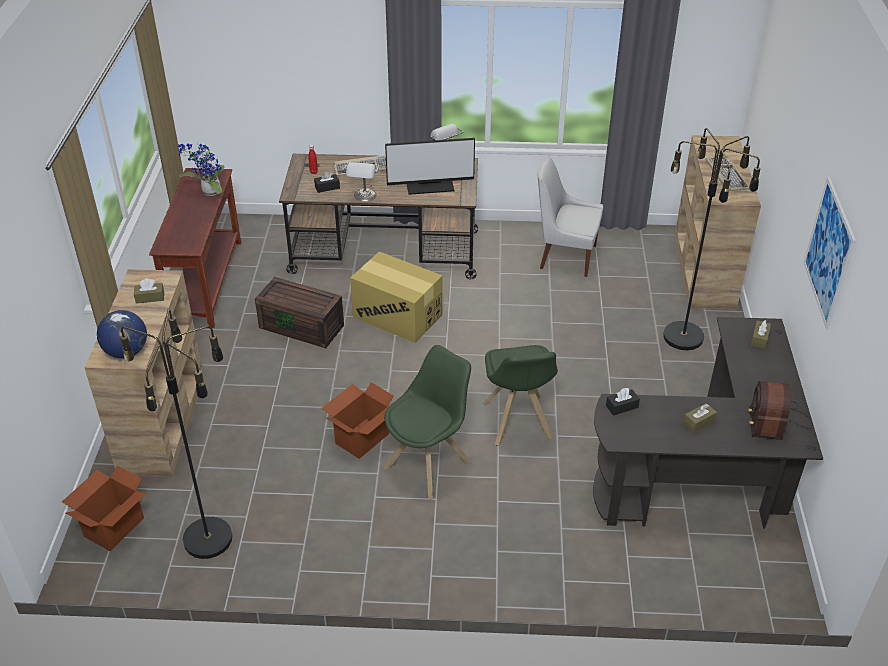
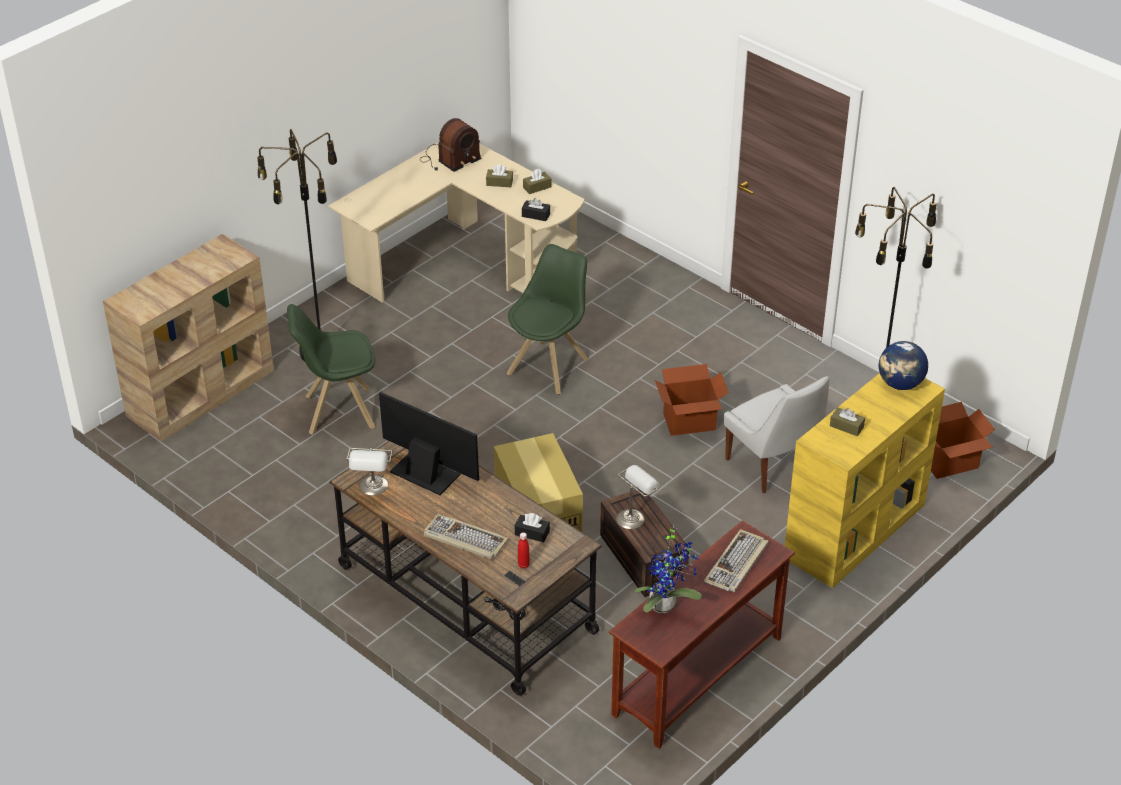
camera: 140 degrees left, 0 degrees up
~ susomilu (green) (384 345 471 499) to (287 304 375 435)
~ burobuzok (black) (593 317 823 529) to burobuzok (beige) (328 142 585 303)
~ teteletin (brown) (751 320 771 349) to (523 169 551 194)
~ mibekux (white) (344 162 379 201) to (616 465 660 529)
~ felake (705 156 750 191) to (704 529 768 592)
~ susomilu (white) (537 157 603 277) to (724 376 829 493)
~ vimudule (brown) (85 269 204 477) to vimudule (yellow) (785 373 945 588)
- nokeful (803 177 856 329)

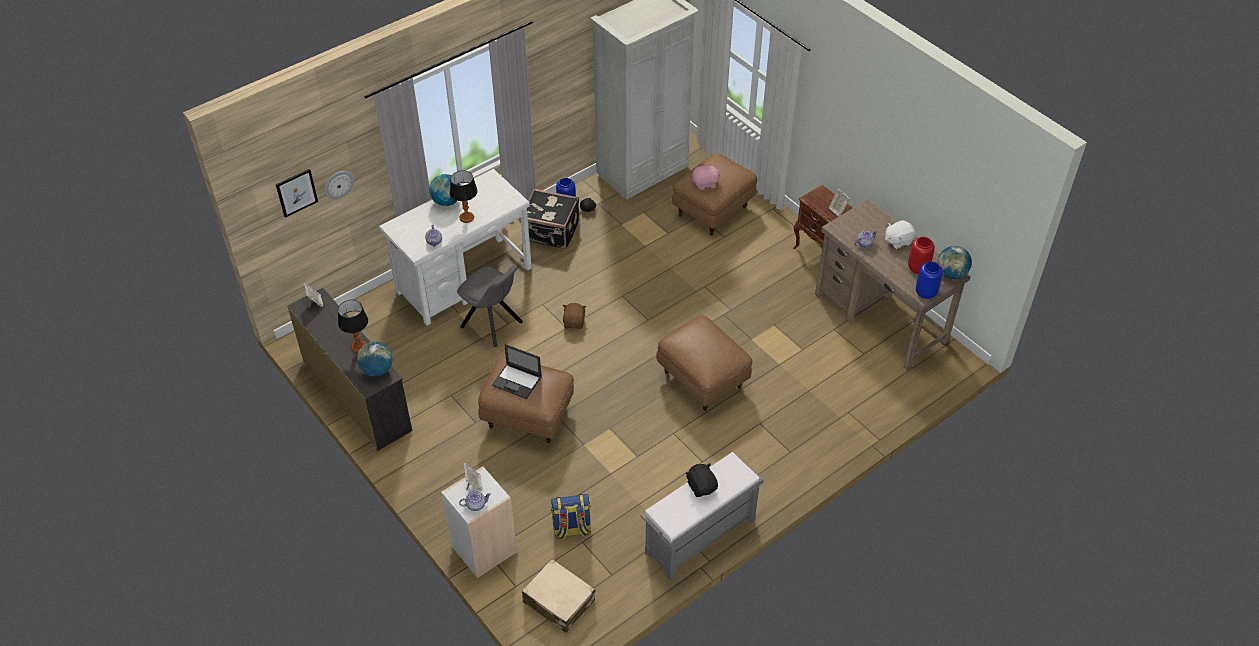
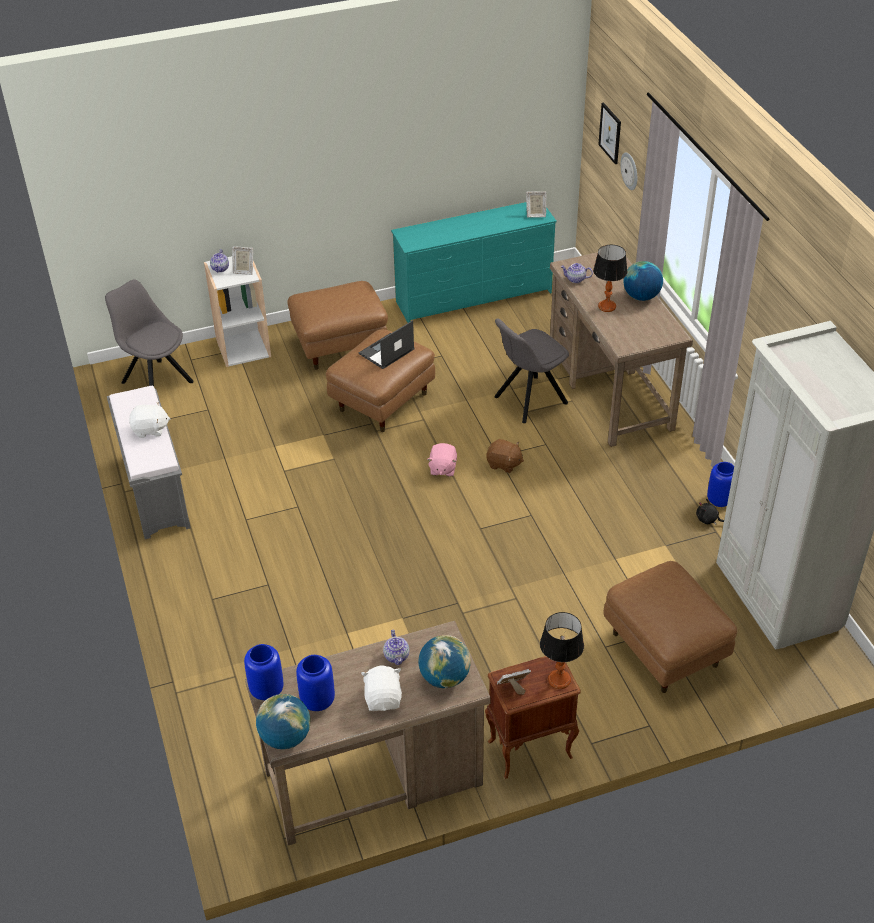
camera: 110 degrees right, 5 degrees down
~ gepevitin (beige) (522 559 595 633) to susomilu (grey) (105 279 193 386)
~ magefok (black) (685 463 718 497) to magefok (white) (129 402 171 438)
~ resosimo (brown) (656 316 752 411) to (287 281 388 370)
~ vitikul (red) (908 237 935 274) to vitikul (blue) (296 655 335 711)
~ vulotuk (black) (287 288 412 451) to vulotuk (turquoise) (391 202 557 323)
~ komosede (357 341 393 377) to (418 635 471 689)
~ magefok (pink) (692 163 721 190) to (427 443 457 477)
~ mibekux (338 300 368 353) to (540 612 584 689)
~ burobuzok (white) (379 169 532 326) to burobuzok (brown) (550 252 693 447)
- gepevitin (black) (519 189 579 249)
- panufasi (551 494 591 540)

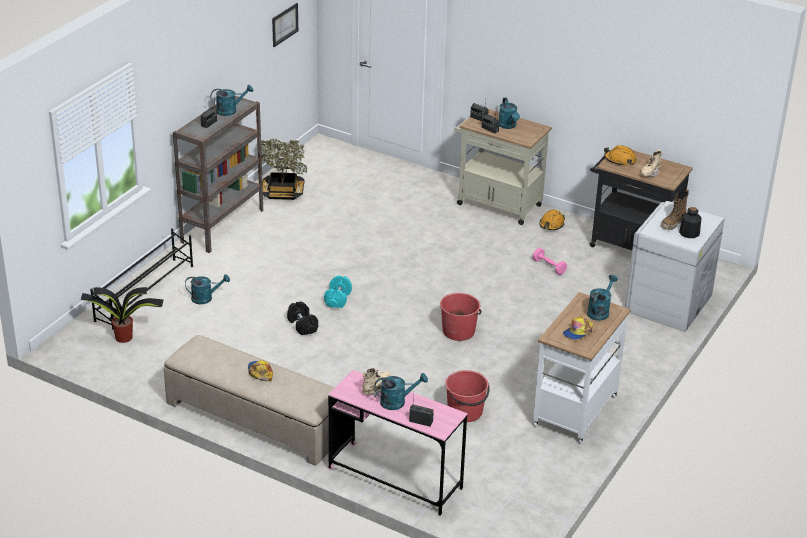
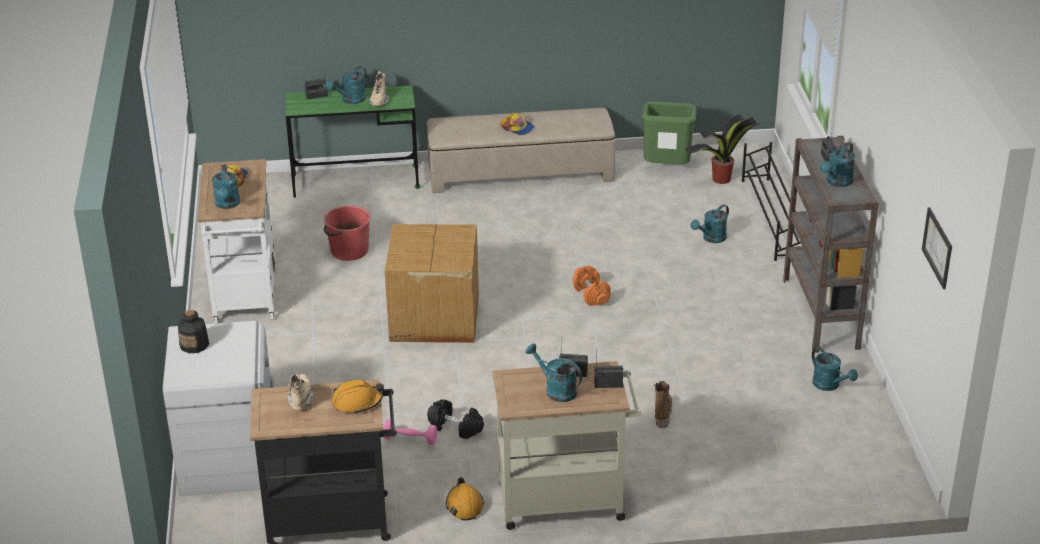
camera: 145 degrees right, 0 degrees up
~ burobuzok (pink) (328 370 467 516) to burobuzok (green) (285 85 421 197)
~ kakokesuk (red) (440 293 482 341) to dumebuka (385 224 479 343)
~ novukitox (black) (287 301 318 335) to (427 399 484 439)
~ novukitox (turquoise) (324 276 352 308) to novukitox (orange) (573 266 611 306)
+ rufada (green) (641 101 697 164)
~ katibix (661 189 689 230) to (654 381 673 428)
~ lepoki (261 139 308 200) to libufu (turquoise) (812 347 858 391)

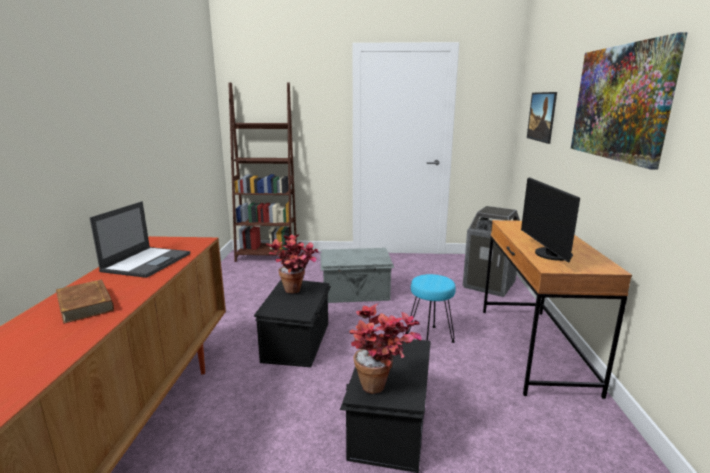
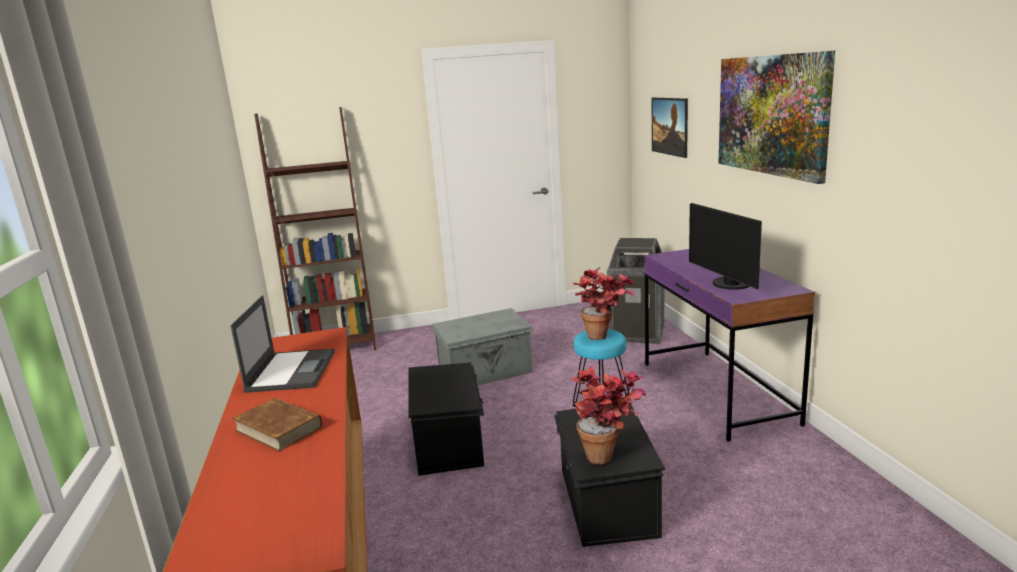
camera: 15 degrees left, 0 degrees up
~ lepoki (265 234 319 294) to (573 267 634 340)
~ burobuzok (brown) (483 220 632 399) to burobuzok (purple) (644 249 815 442)

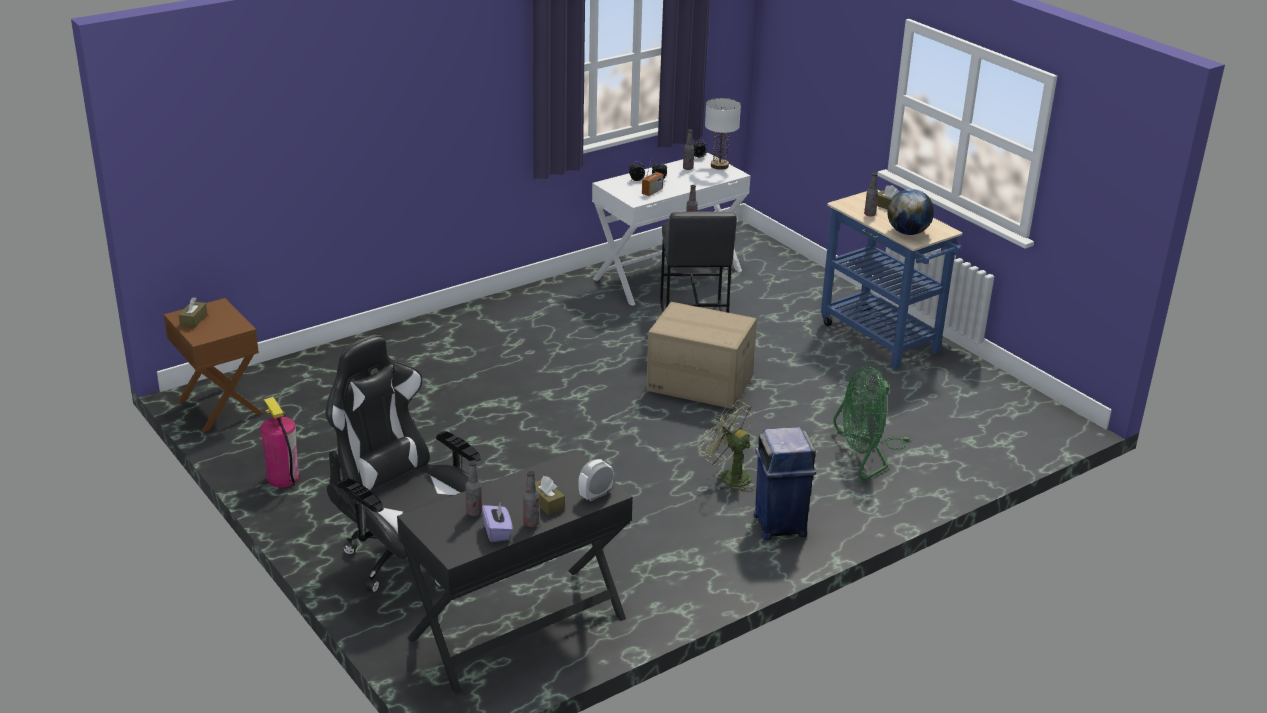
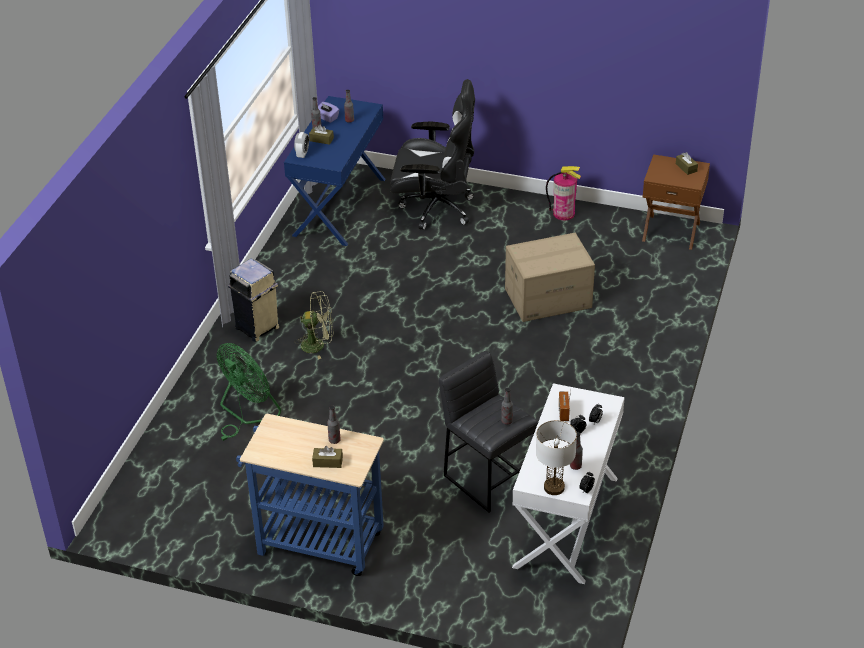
camera: 145 degrees right, 10 degrees up
~ rufada (blue) (753 427 816 540) to rufada (beige) (228 259 279 342)
~ burobuzok (black) (397 450 633 694) to burobuzok (blue) (284 96 386 246)
~ dumebuka (646 302 757 409) to (505 233 595 322)
- komosede (887 189 934 235)

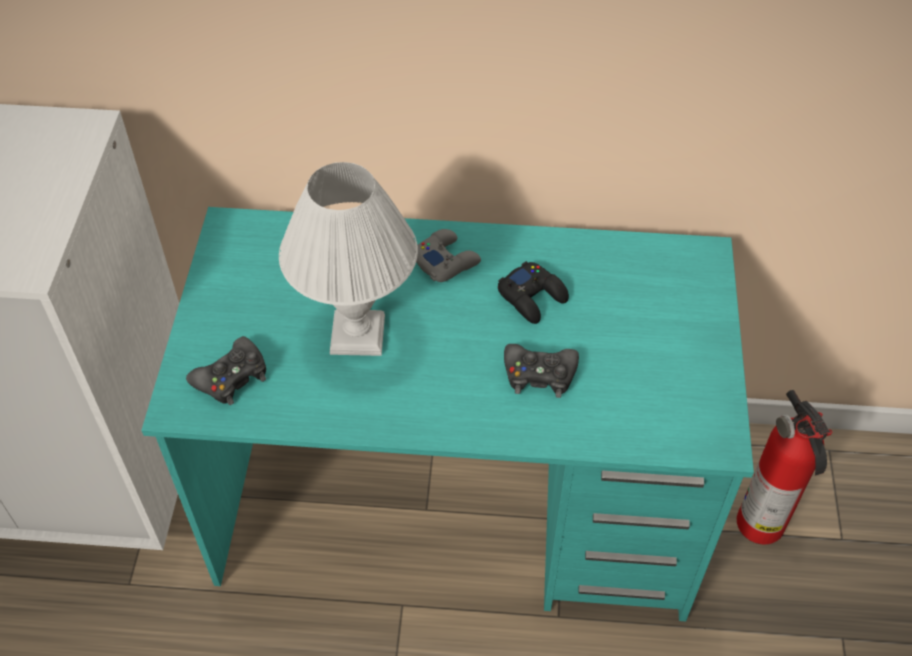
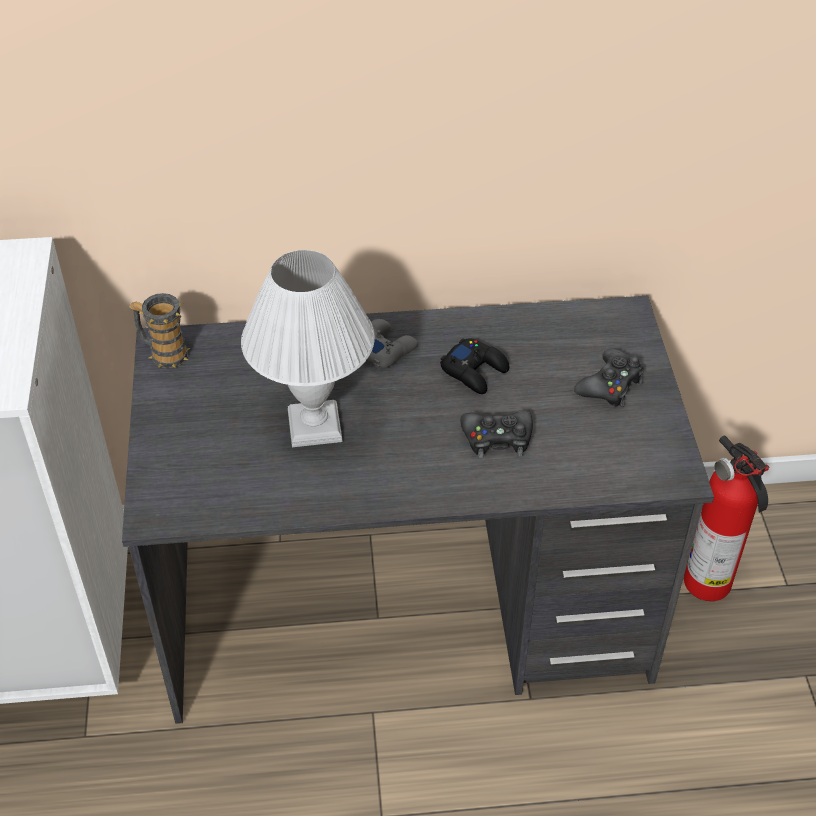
camera: 10 degrees left, 5 degrees down
~ burobuzok (turquoise) (141 207 754 621) to burobuzok (grey) (122 296 714 724)
+ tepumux (129 293 190 369)
~ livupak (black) (186 336 266 405) to (574 349 644 407)

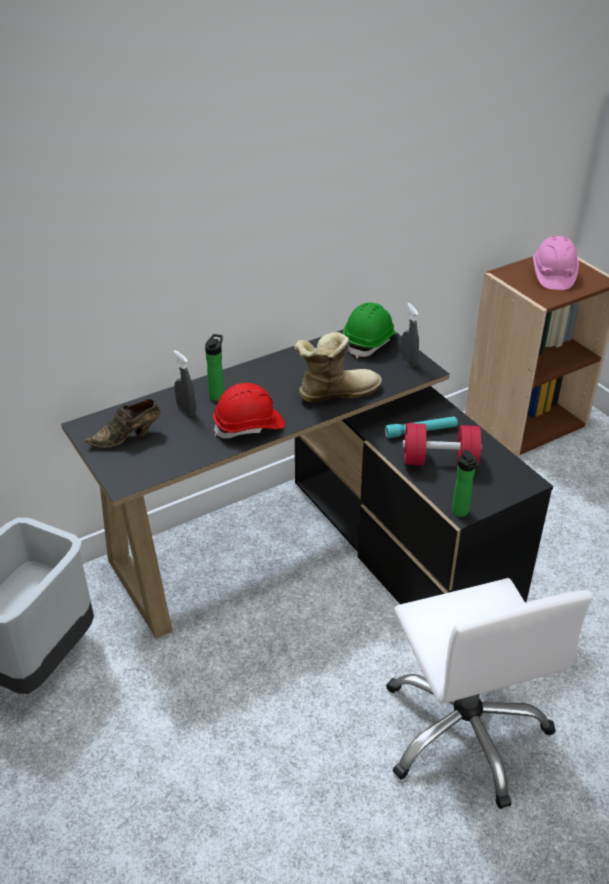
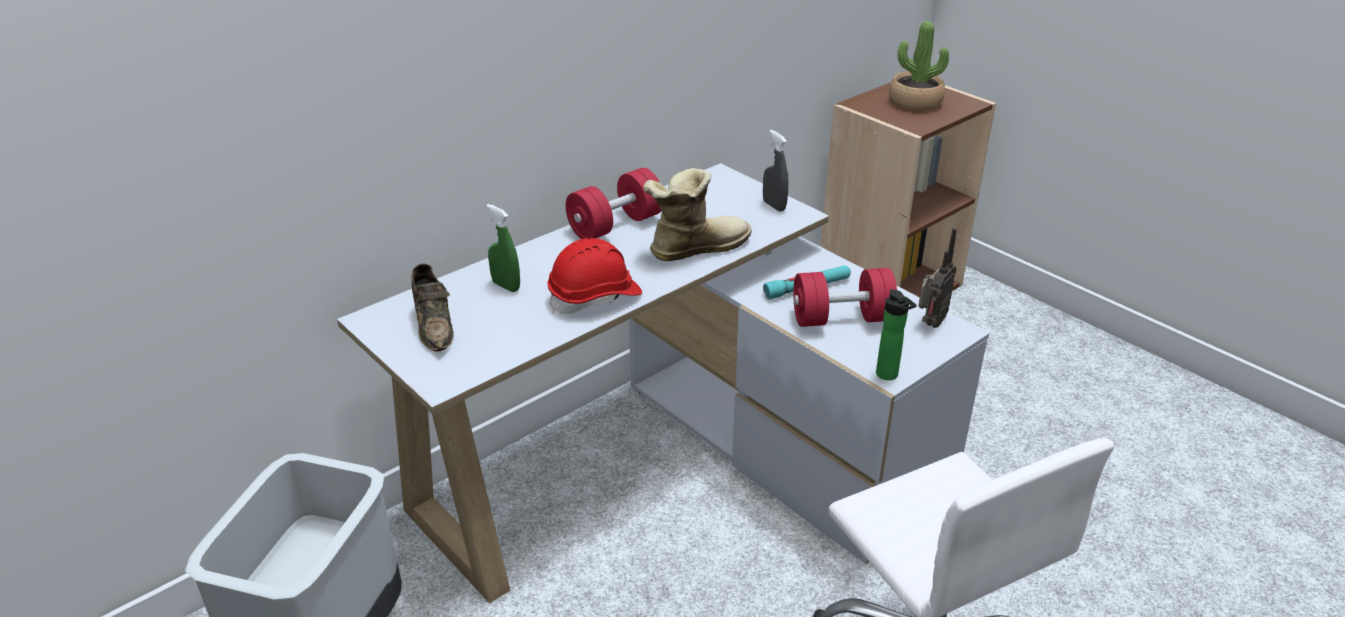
camera: 10 degrees left, 5 degrees down
~ burobuzok (black) (61 330 553 639) to burobuzok (white) (337 163 989 603)
~ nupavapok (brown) (85 399 160 448) = (412 263 454 351) 75 degrees counterclockwise
~ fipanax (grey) (174 350 196 416) to fipanax (green) (486 204 520 292)
+ novukitox (red) (565 168 661 239)
~ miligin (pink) (533 236 579 290) to lepoki (889 21 949 111)
+ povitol (918 228 957 328)
- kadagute (205 334 224 401)
- miligin (green) (343 303 397 359)

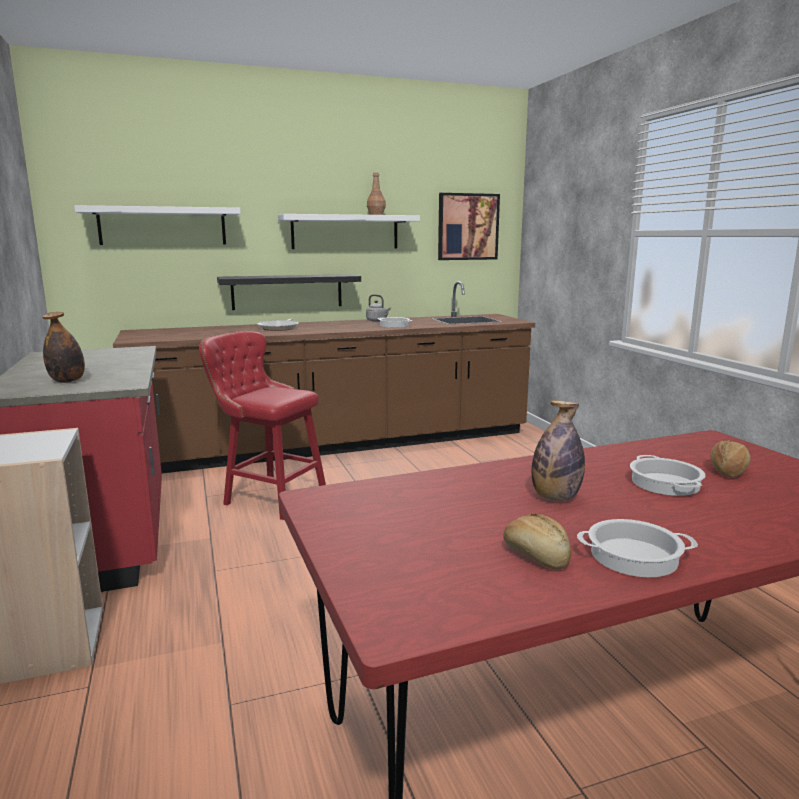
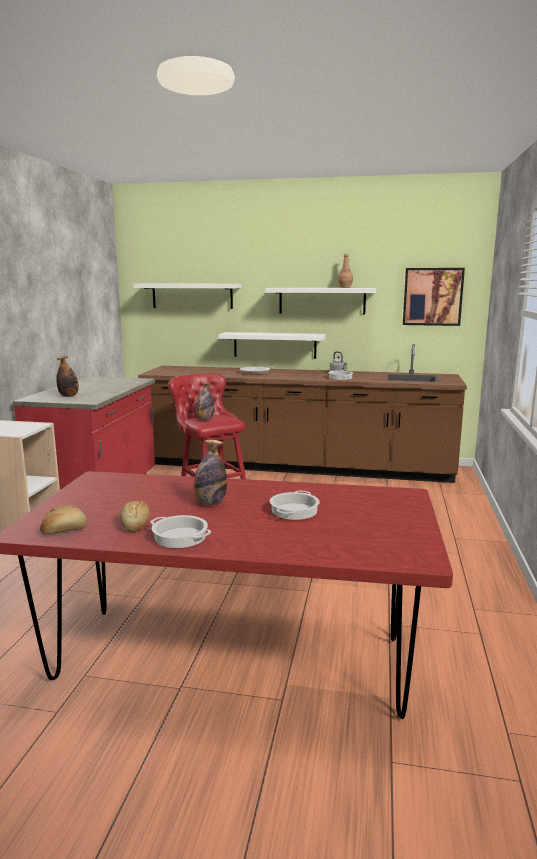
camera: 30 degrees right, 0 degrees up
~ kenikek (710 441 751 477) to (40 506 87 535)
+ kadagute (195 383 215 420)
~ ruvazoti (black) (217 274 361 310) to ruvazoti (white) (218 332 326 359)

